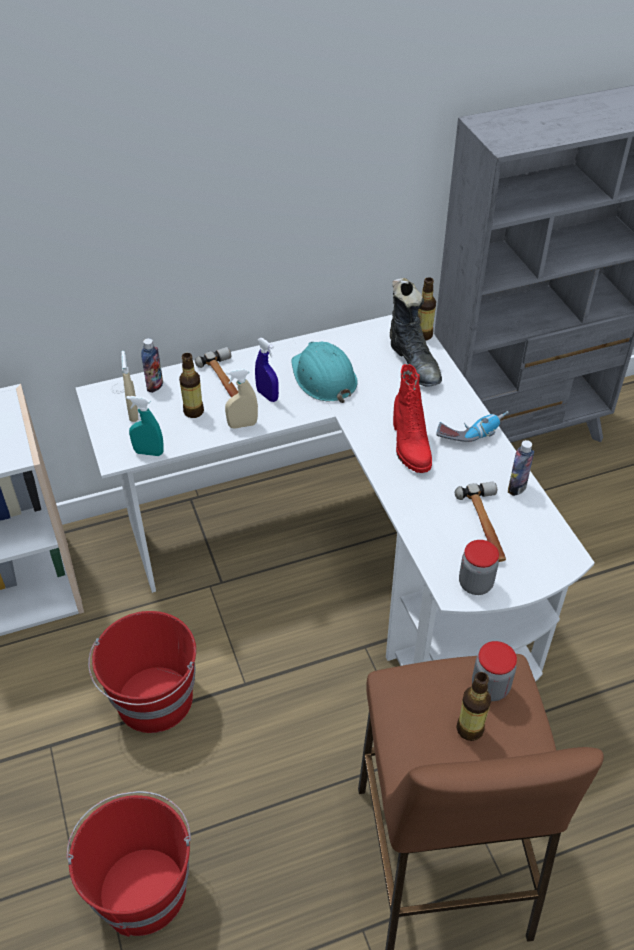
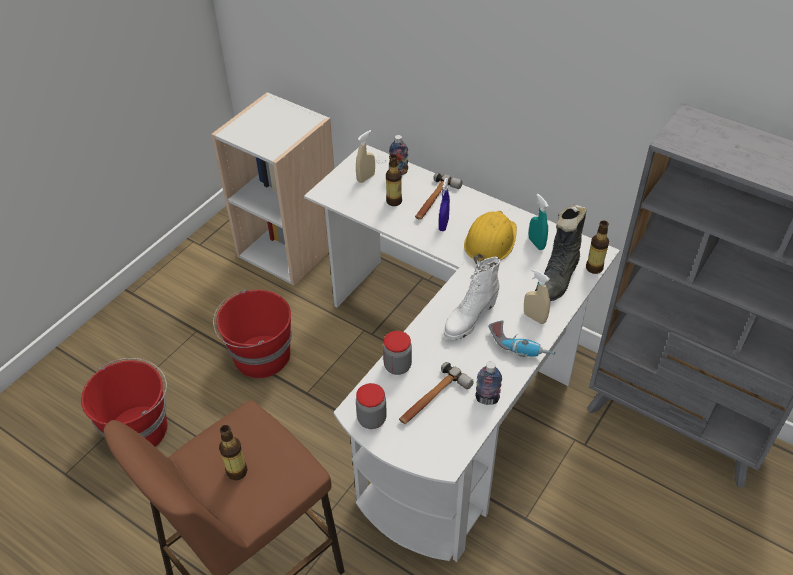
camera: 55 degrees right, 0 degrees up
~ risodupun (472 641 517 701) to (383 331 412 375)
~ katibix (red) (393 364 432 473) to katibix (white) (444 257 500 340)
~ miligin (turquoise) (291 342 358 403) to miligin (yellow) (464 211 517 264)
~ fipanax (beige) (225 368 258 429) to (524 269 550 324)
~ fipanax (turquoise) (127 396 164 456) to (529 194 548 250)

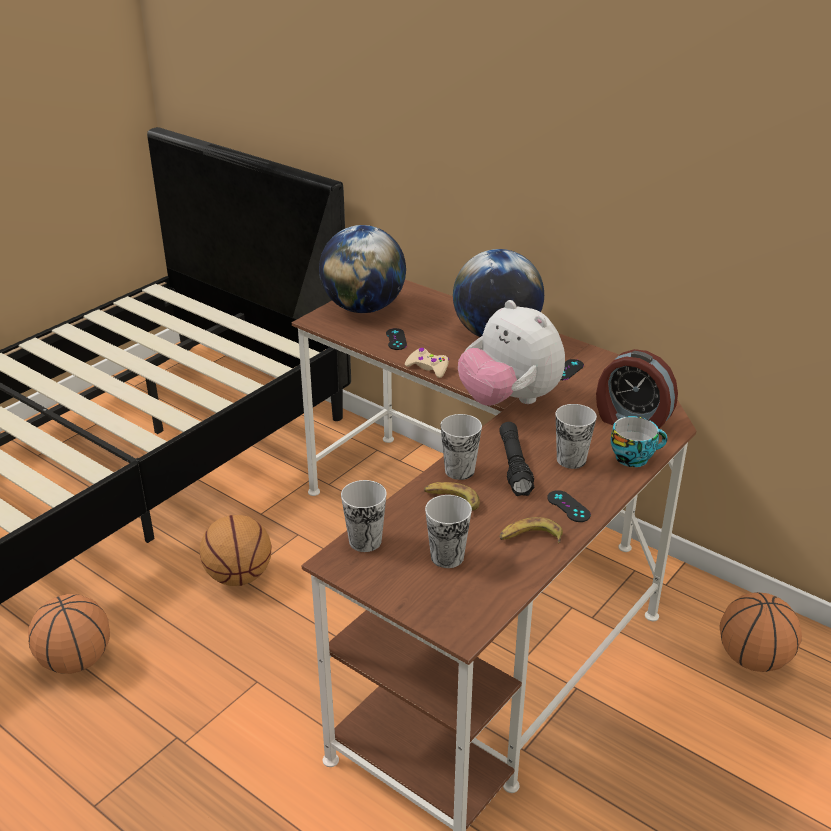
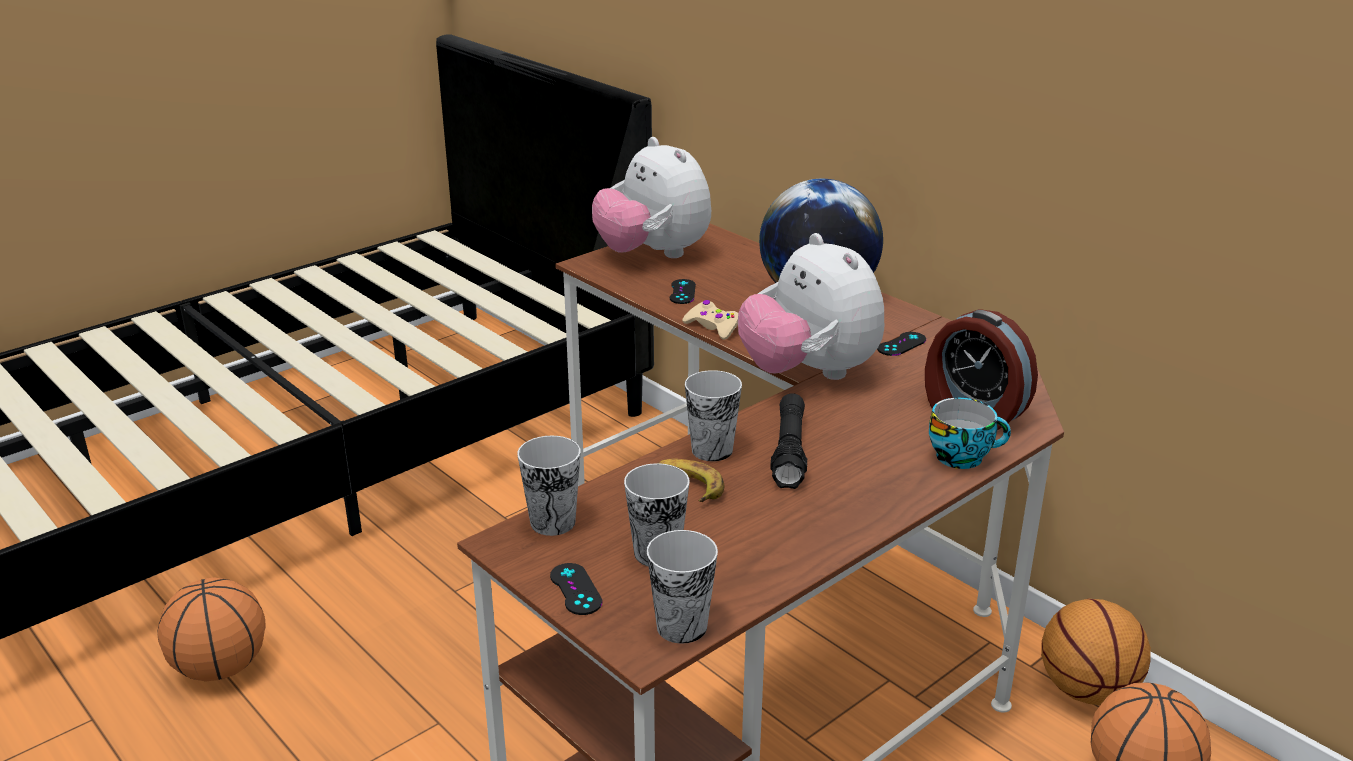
camera: 10 degrees right, 5 degrees down
~ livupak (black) (547 490 591 522) to (550 563 602 615)
~ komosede (319 225 406 313) to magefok (592 137 711 258)
~ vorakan (556 404 597 469) to (647 530 718 644)
~ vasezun (200 515 272 586) to (1041 599 1151 705)
- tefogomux (500 517 563 543)

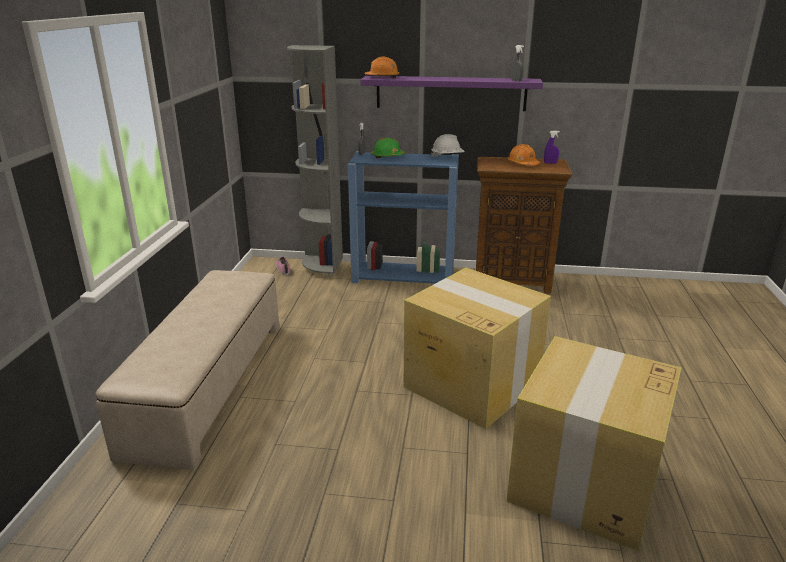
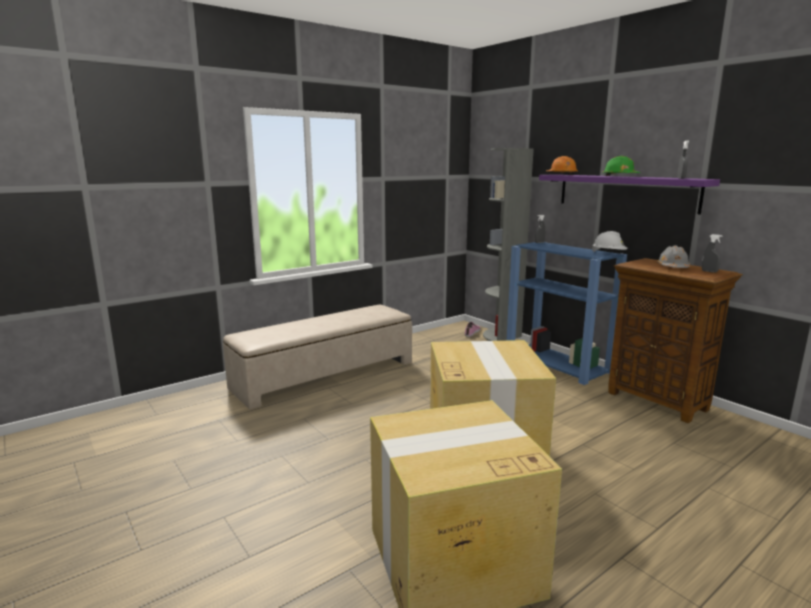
camera: 45 degrees right, 10 degrees down
~ miligin (green) (372 138 405 158) to (603 156 640 176)
~ miligin (orange) (507 144 540 165) to miligin (grey) (657 246 690 268)
~ fipanax (purple) (544 131 560 164) to fipanax (grey) (702 234 722 273)

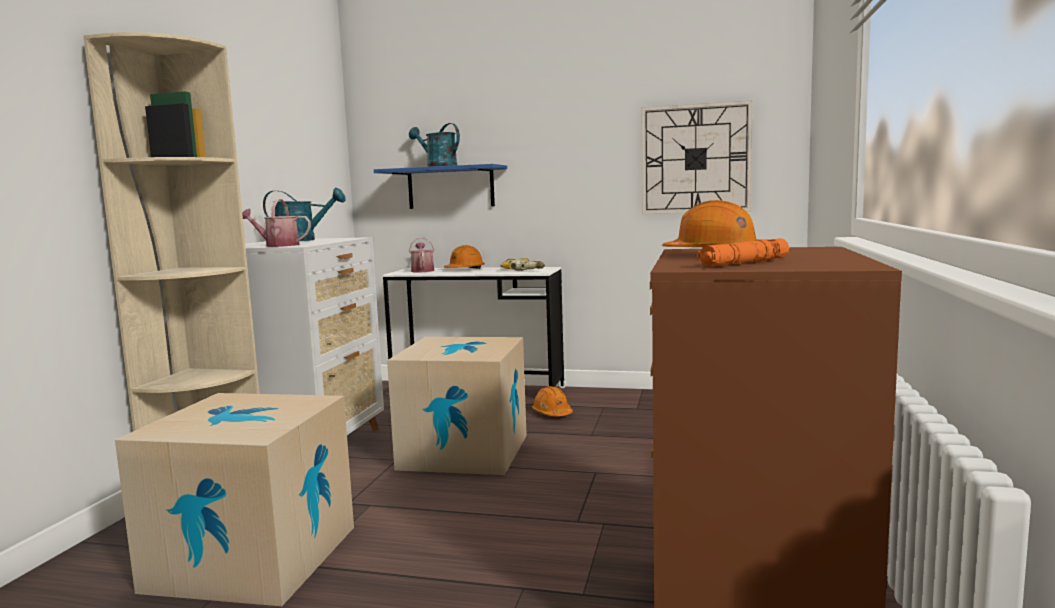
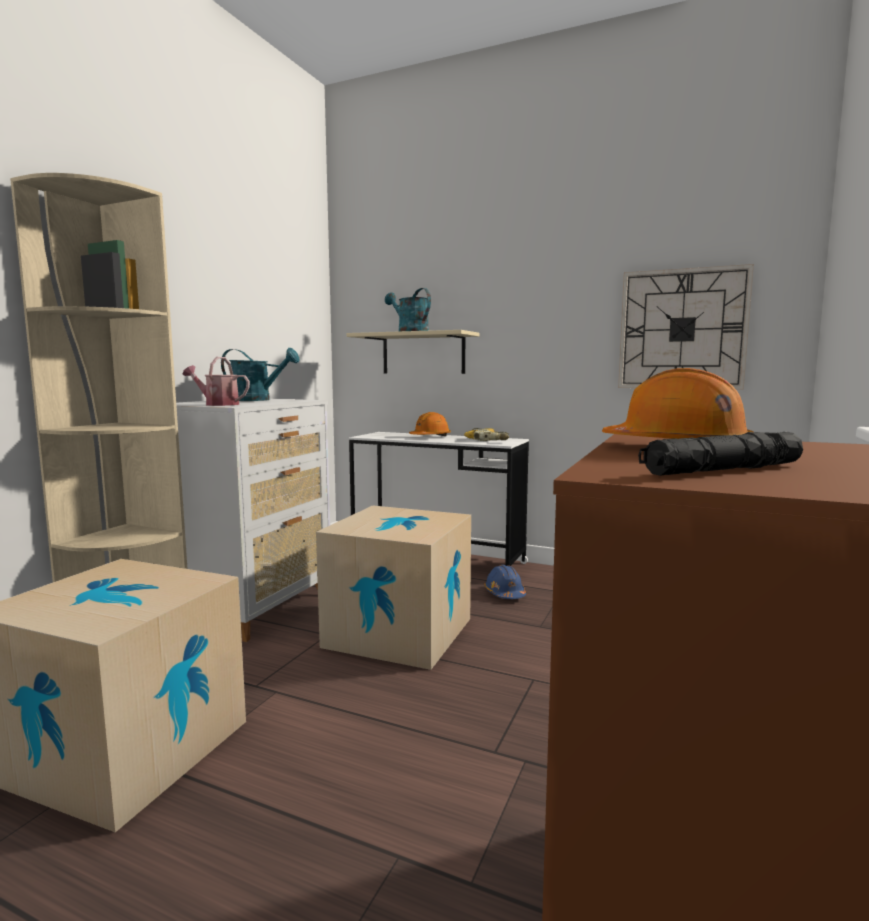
camera: 10 degrees right, 0 degrees up
~ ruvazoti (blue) (374 164 507 209) to ruvazoti (beige) (347 330 480 374)
~ miligin (orange) (532 386 573 416) to miligin (blue) (484 565 526 599)
~ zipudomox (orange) (697 238 789 267) to zipudomox (black) (638 432 803 476)
- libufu (409 238 434 273)

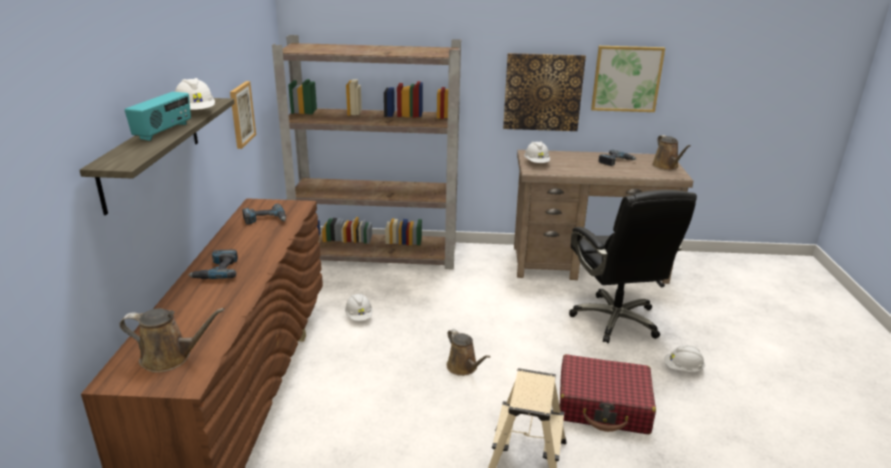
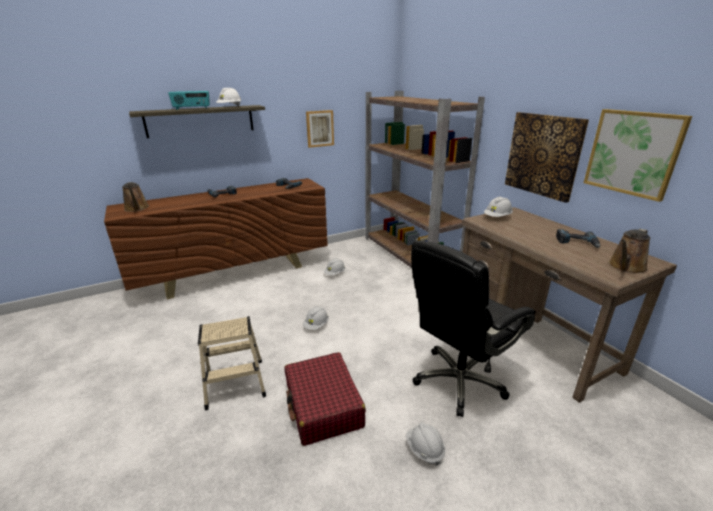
camera: 60 degrees right, 0 degrees up
~ libufu (brown) (447 329 490 376) to miligin (white) (303 306 329 330)

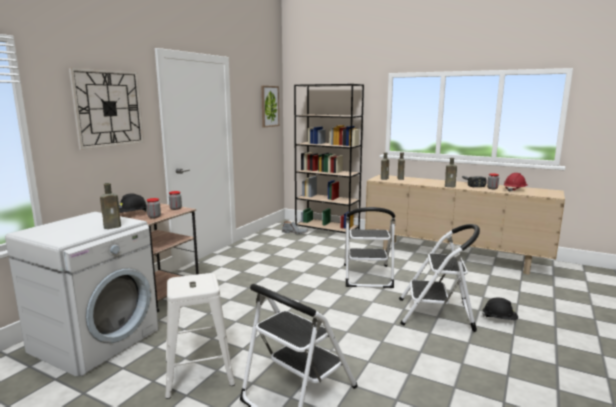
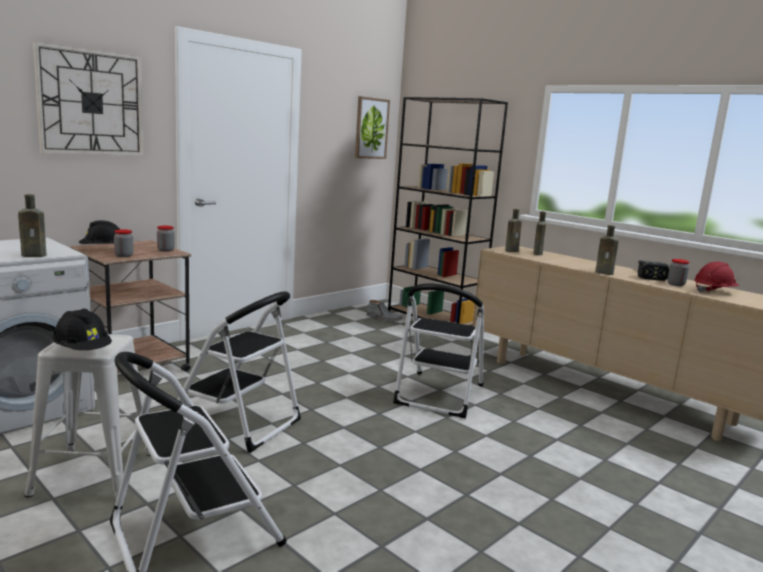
camera: 15 degrees right, 0 degrees up
~ miligin (black) (482 297 518 320) to (52 309 112 350)
~ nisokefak (399 224 480 332) to (177 291 301 453)

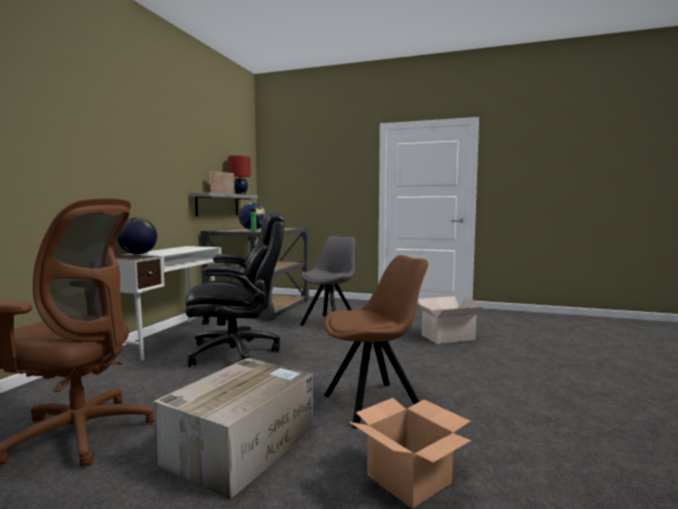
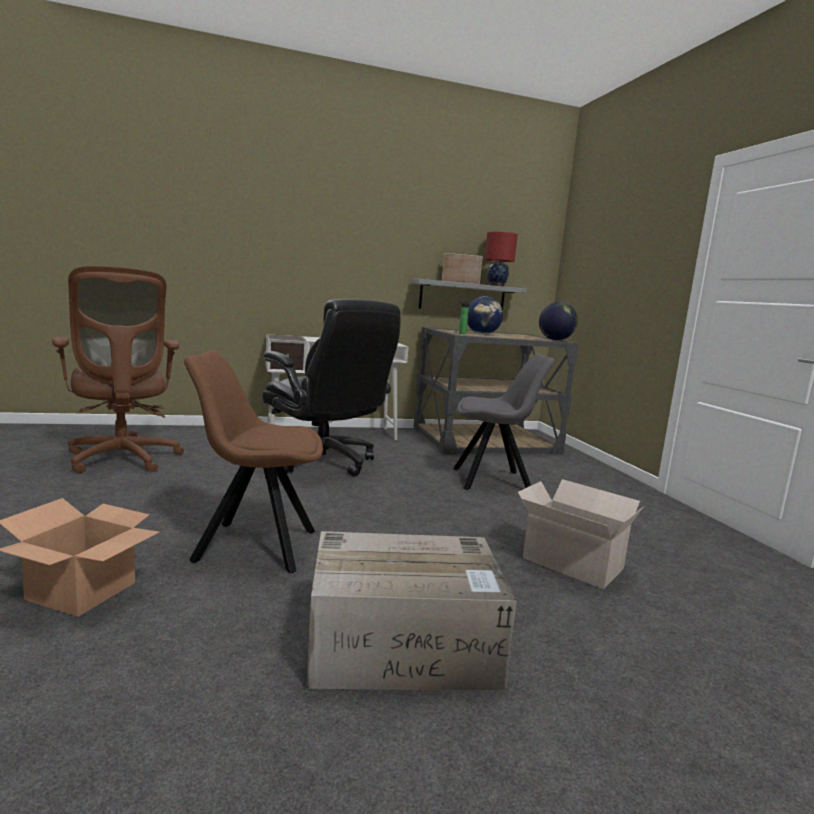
camera: 55 degrees right, 5 degrees up
~ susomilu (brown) (324 255 428 428) = (184 350 323 573) 150 degrees clockwise
~ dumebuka (153 358 313 500) to (306 531 517 691)
~ komosede (117 217 157 254) to (539 302 578 340)

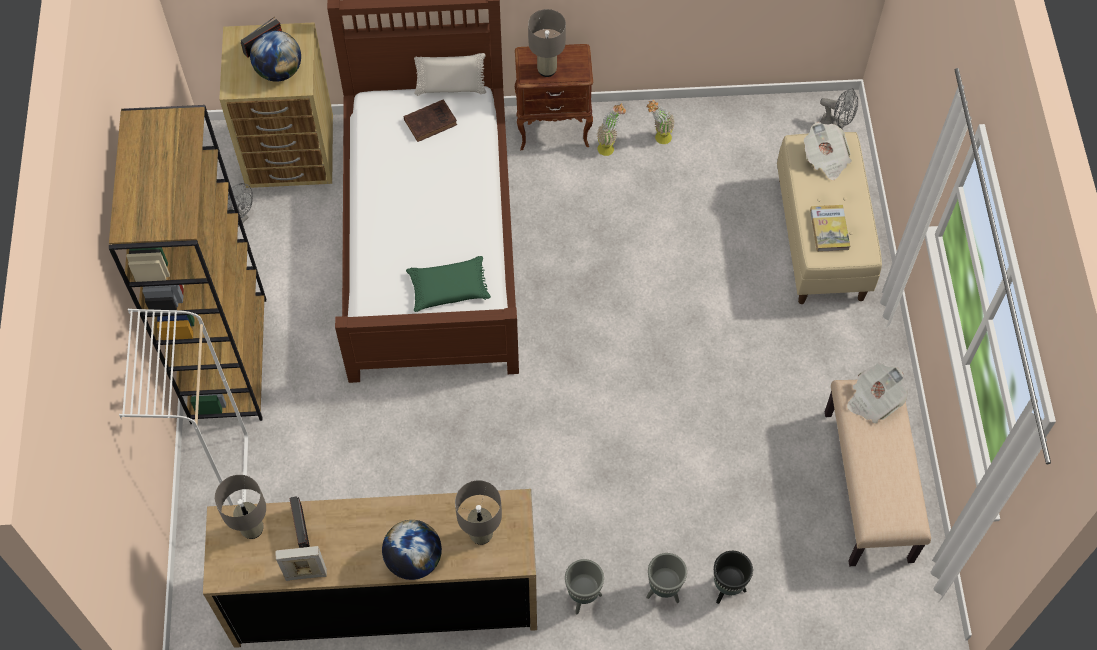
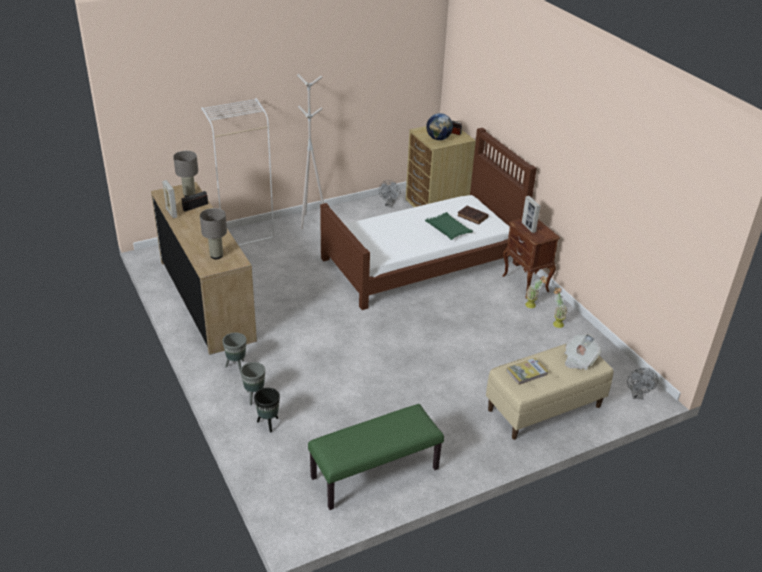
camera: 65 degrees right, 25 degrees down
~ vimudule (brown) (109 105 266 424) to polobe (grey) (297 74 324 229)
~ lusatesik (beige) (825 380 931 566) to lusatesik (green) (308 404 444 510)
~ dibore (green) (406 256 491 312) to (425 213 473 240)
~ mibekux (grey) (528 9 566 77) to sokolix (522 196 541 233)
- komosede (382 520 442 580)
- dibore (white) (414 53 486 96)
- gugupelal (847 363 908 424)

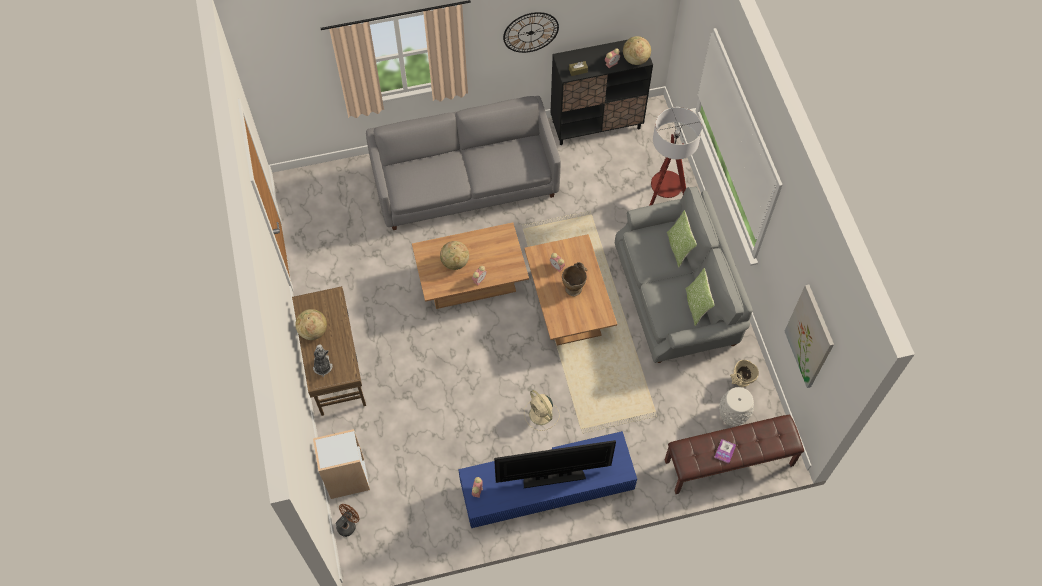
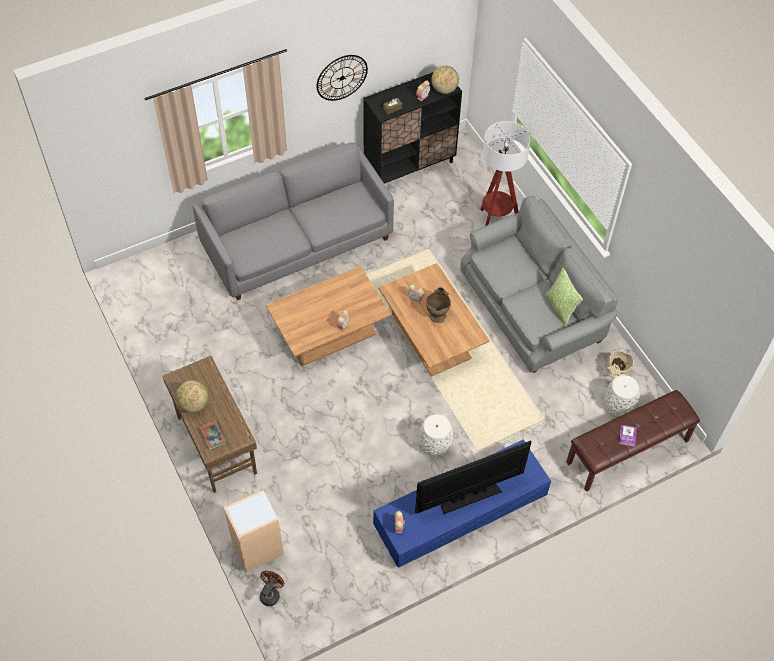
camera: 15 degrees left, 5 degrees down
~ magefok (313 344 333 377) to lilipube (199 420 227 450)
~ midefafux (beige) (524 390 560 431) to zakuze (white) (419 414 453 456)
- komosede (440 241 469 270)
- dibore (667 210 697 267)
- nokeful (785 284 834 388)

